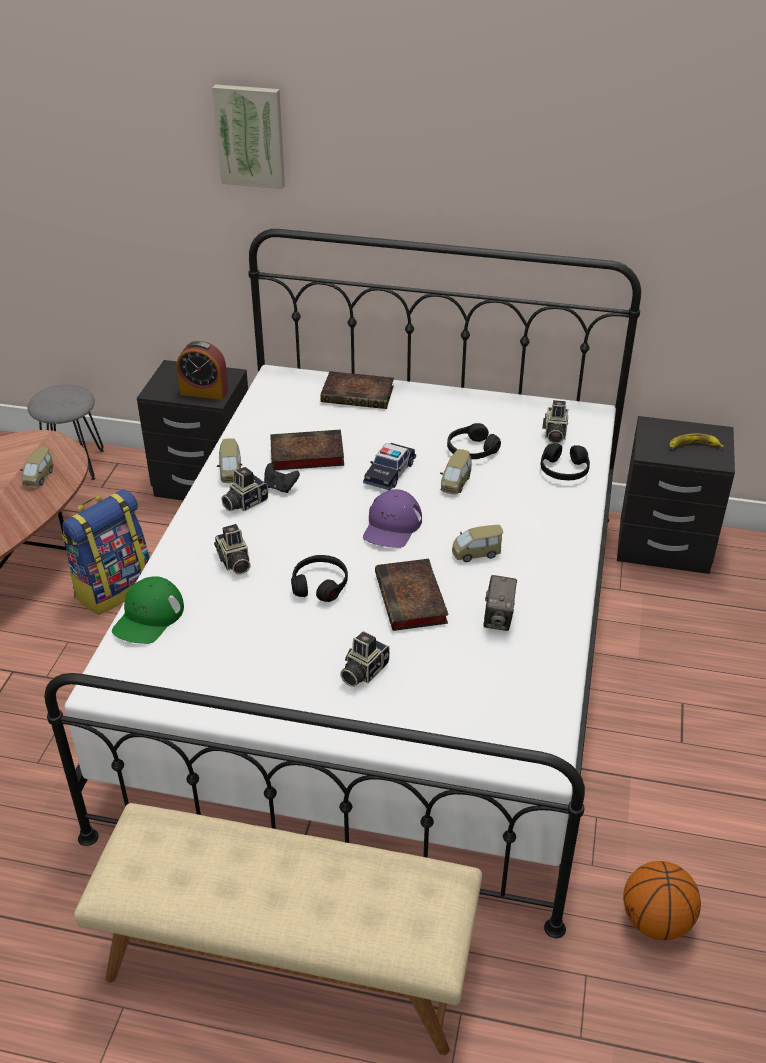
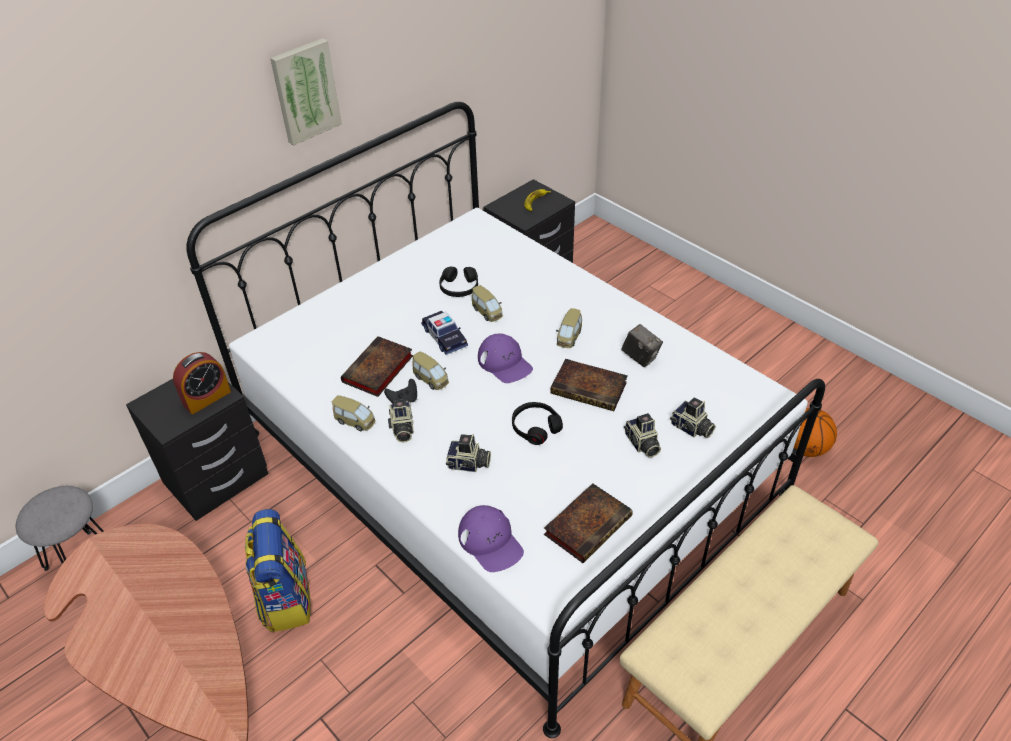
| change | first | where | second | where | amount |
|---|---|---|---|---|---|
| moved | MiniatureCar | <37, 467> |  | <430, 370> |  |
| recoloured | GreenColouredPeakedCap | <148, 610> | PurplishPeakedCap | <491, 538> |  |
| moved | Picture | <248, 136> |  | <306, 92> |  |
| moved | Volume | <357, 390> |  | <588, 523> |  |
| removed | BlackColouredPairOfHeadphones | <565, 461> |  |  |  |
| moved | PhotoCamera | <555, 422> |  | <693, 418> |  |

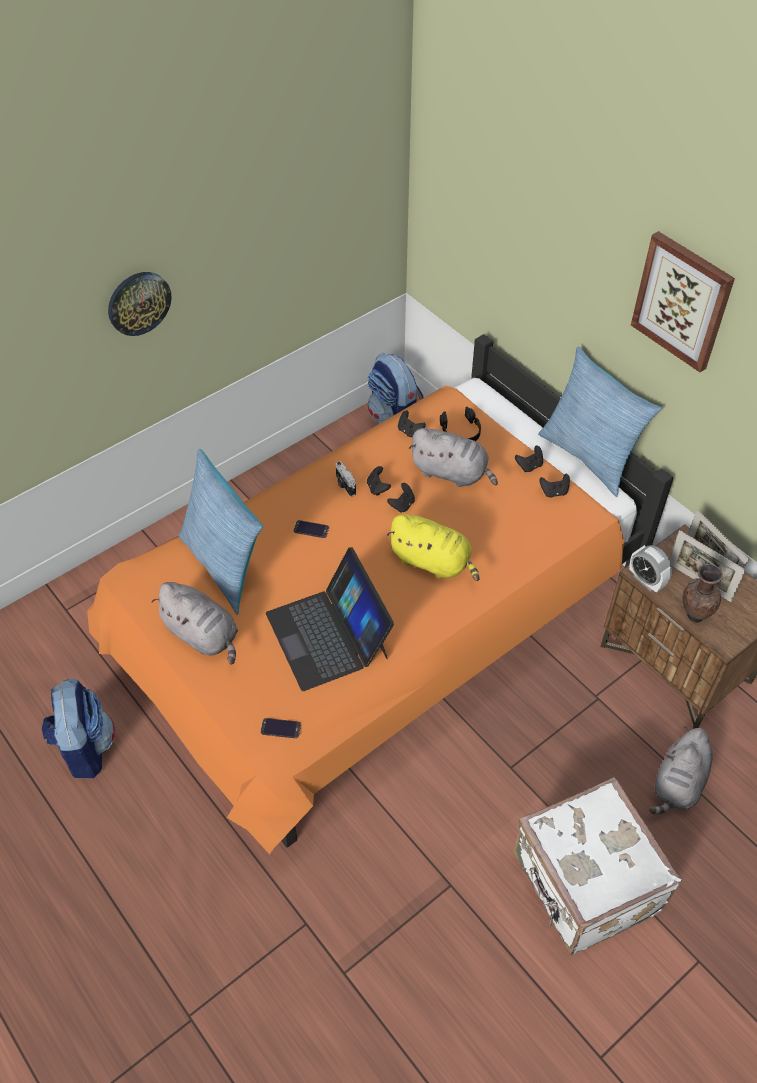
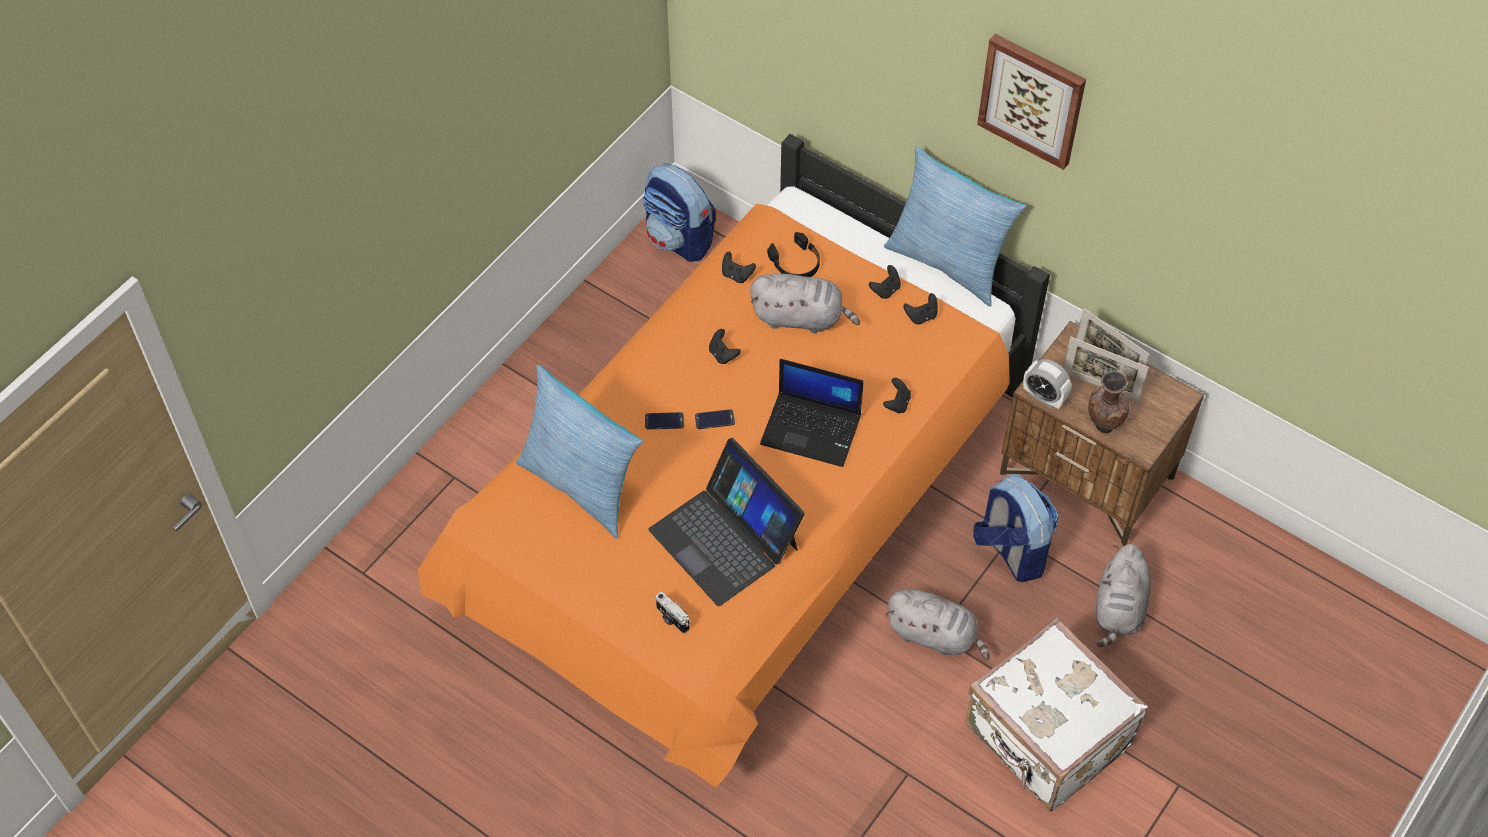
| change | first | where | second | where | amount |
|---|---|---|---|---|---|
| moved | Knapsack | <78, 728> |  | <1016, 528> |  |
| removed | WallClock | <140, 304> |  |  |  |
| moved | GreyishCuddlyToy | <194, 623> |  | <938, 625> |  |
| moved | Handset | <280, 728> |  | <715, 419> |  |
| moved | PhotoCamera | <345, 479> |  | <672, 612> |  |
| moved | BlackColouredJoypad | <401, 498> |  | <897, 396> |  |
| replaced | YellowCuddlyToy | <433, 547> | NotebookComputer | <812, 413> |  |

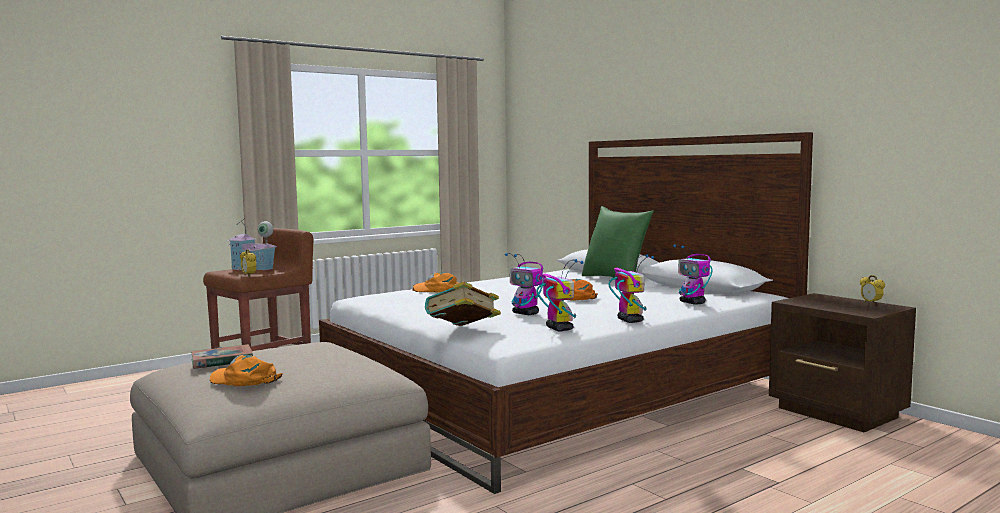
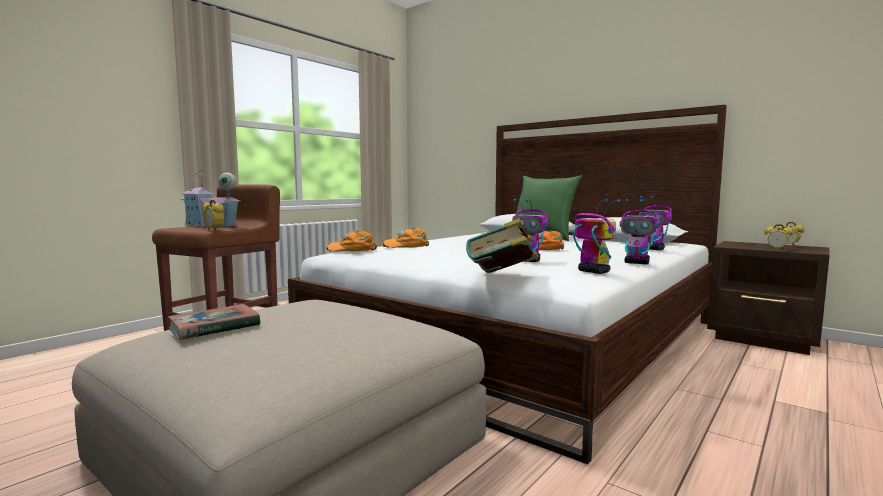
| change | first | where | second | where | amount |
|---|---|---|---|---|---|
| moved | OrangeyPeakedCap | <246, 370> |  | <352, 241> |  |
| turned | ToyRobot | <631, 288> |  | <640, 231> | 150 degrees clockwise |
| added |  |  | TableClock | <778, 237> |  |

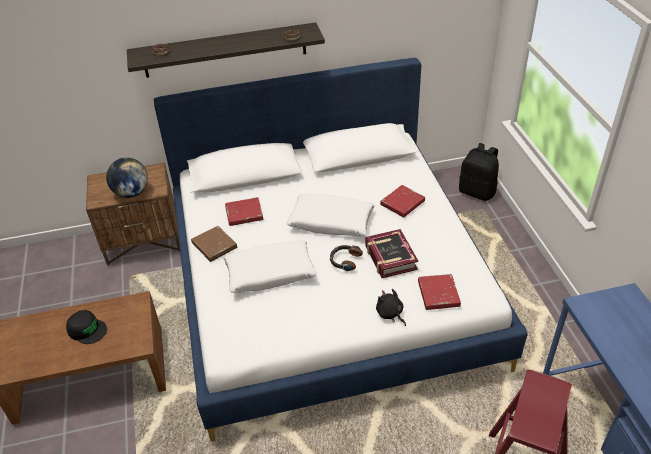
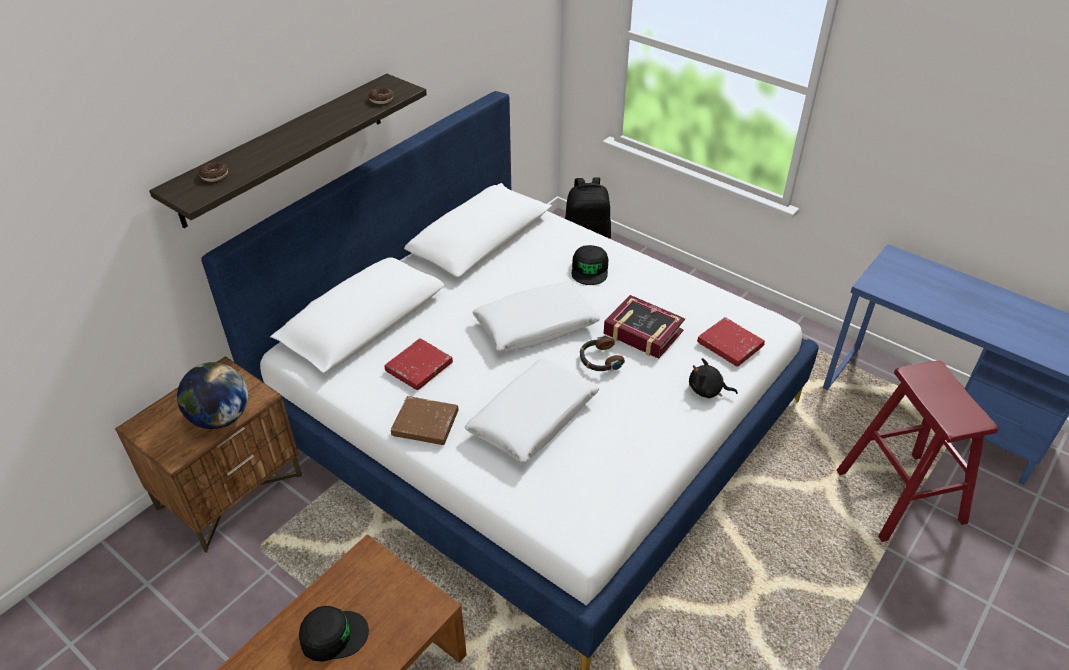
| change | first | where | second | where | amount |
|---|---|---|---|---|---|
| replaced | ReddishVolume | <402, 201> | BlackColouredPeakedCap | <590, 265> |  |

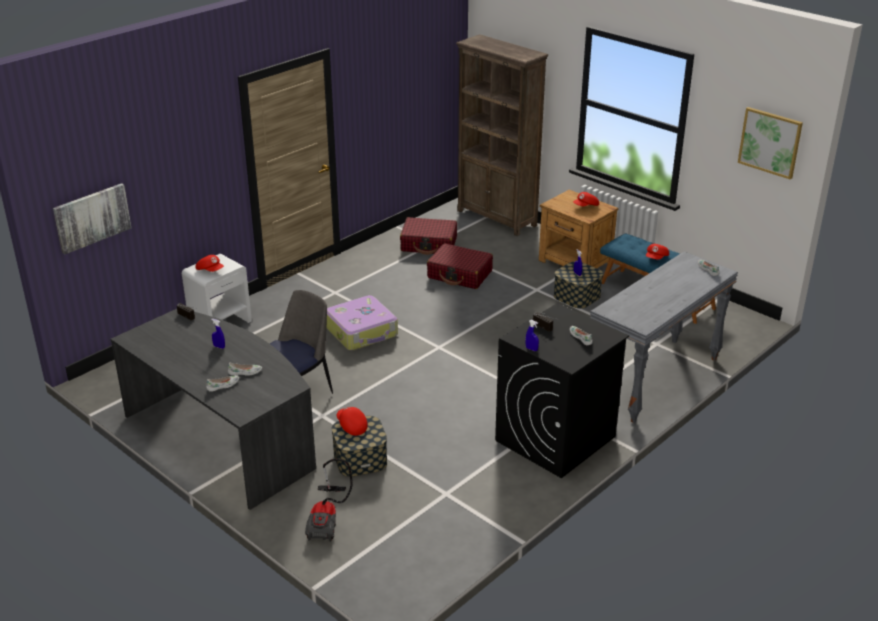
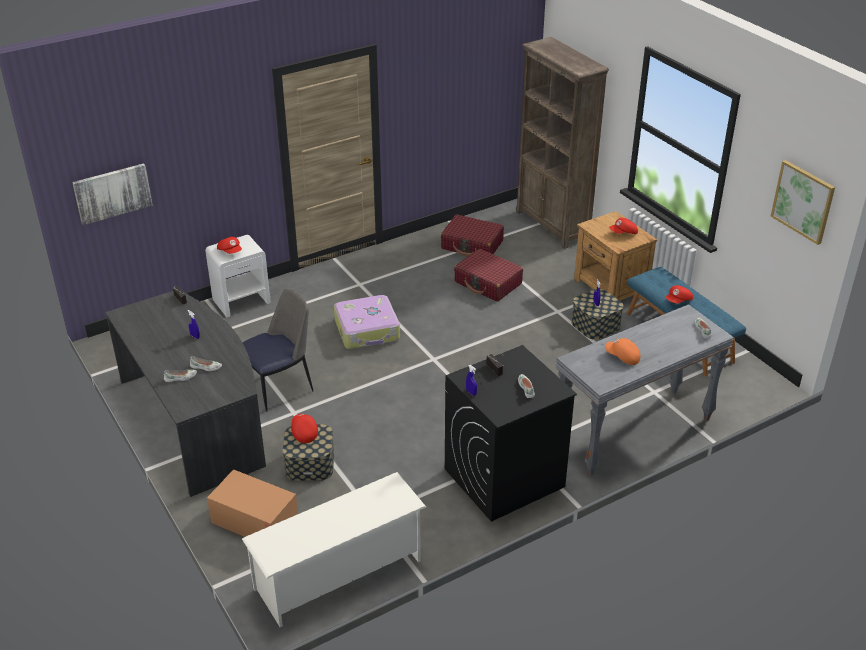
| change | first | where | second | where | amount |
|---|---|---|---|---|---|
| replaced | Vacuum | <329, 500> | PackingBox | <252, 503> |  |
| added |  |  | WhiteColouredShoeShelf | <334, 549> |  |
| added |  |  | OrangeyPeakedCap | <622, 351> |  |

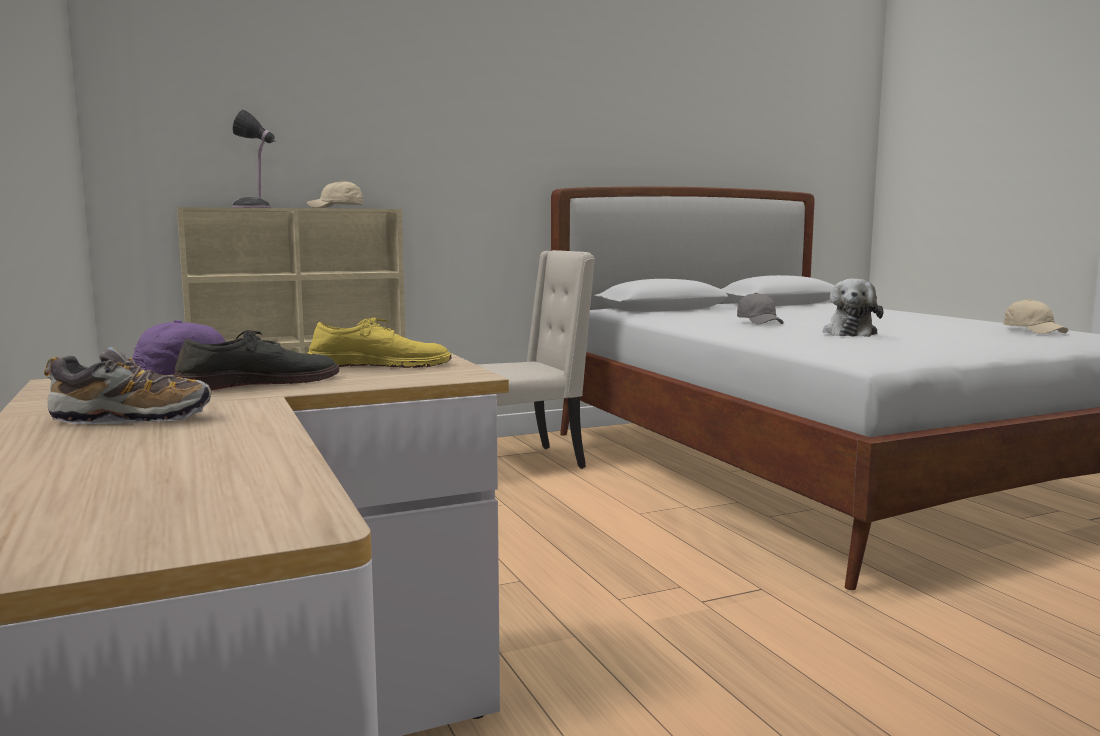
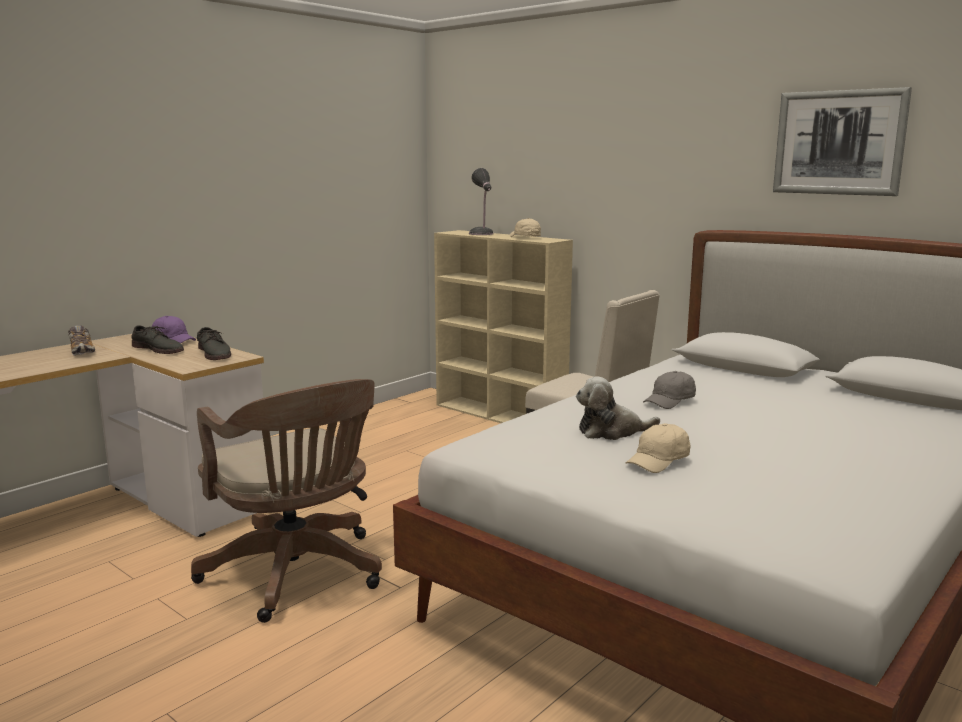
| change | first | where | second | where | amount |
|---|---|---|---|---|---|
| recoloured | YellowLowShoe | <379, 343> | GreyishLowShoe | <214, 343> |  |
| moved | SandColouredPeakedCap | <1035, 316> |  | <658, 448> |  |
| added |  |  | BrownColouredComputerChair | <286, 501> |  |
| added |  |  | Picture | <842, 141> |  |

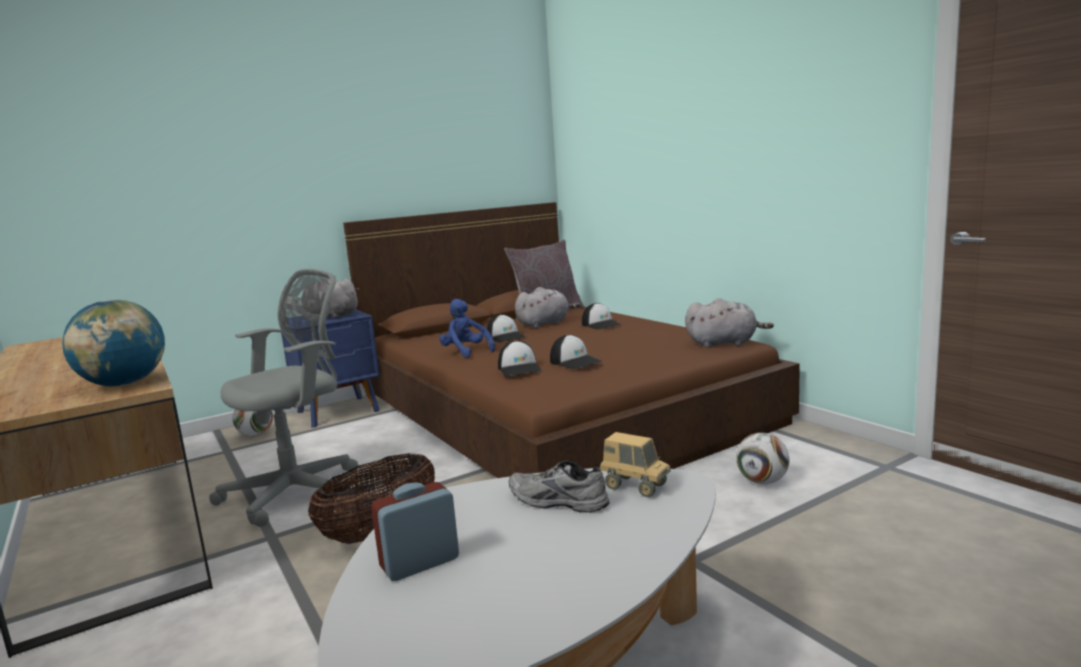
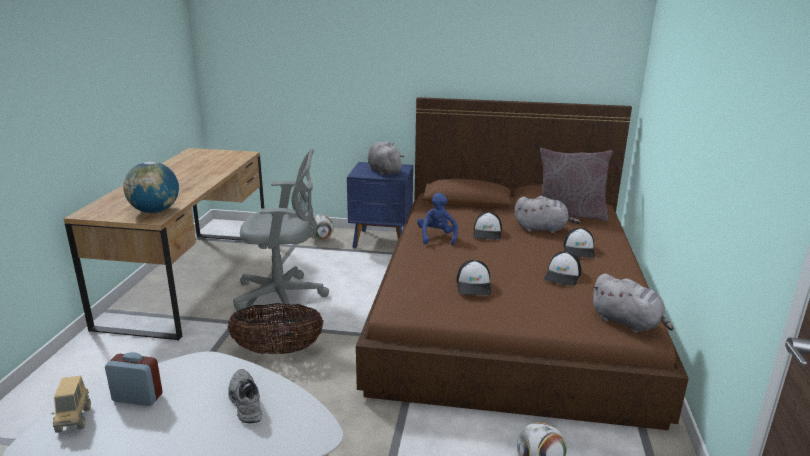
| change | first | where | second | where | amount |
|---|---|---|---|---|---|
| moved | PeakedCap | <520, 358> |  | <562, 269> |  |
| moved | ToyTruck | <635, 464> |  | <71, 404> |  |

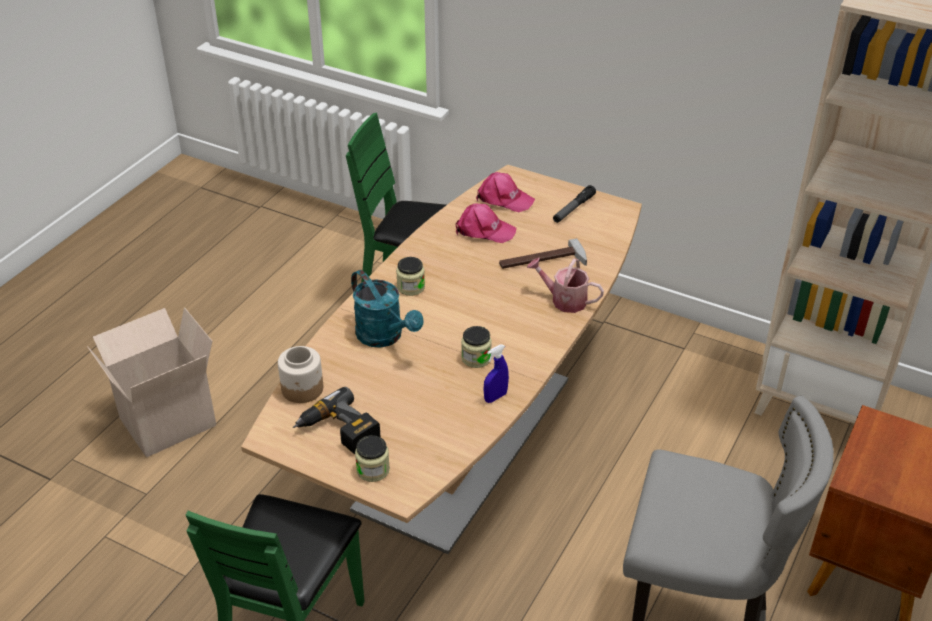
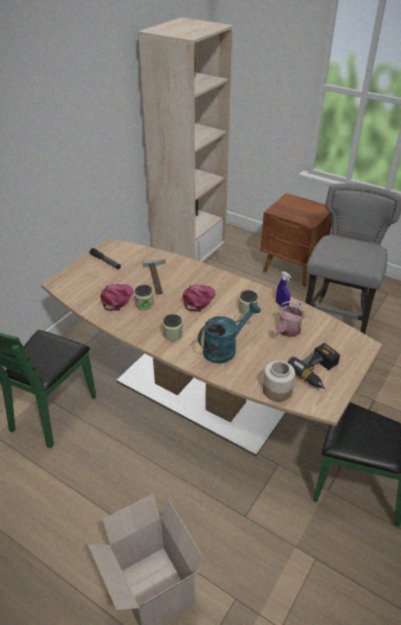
| change | first | where | second | where | amount |
|---|---|---|---|---|---|
| moved | StorageJar | <372, 458> |  | <144, 297> |  |
| moved | PinkishPeakedCap | <505, 192> |  | <199, 298> |  |
| moved | WateringCan | <565, 285> |  | <290, 319> |  |

